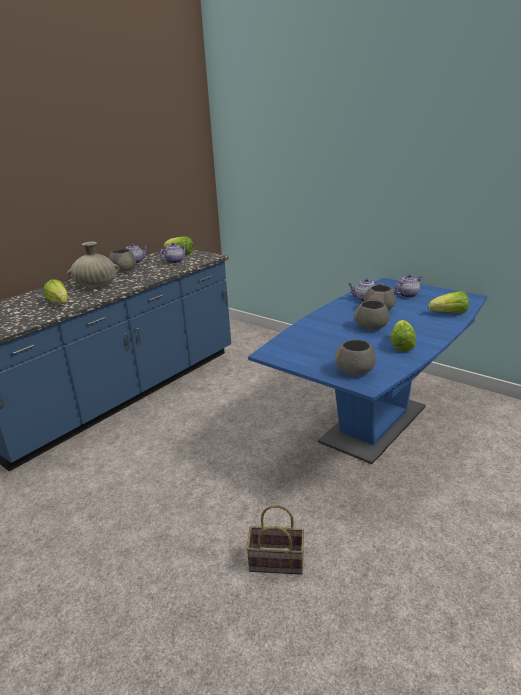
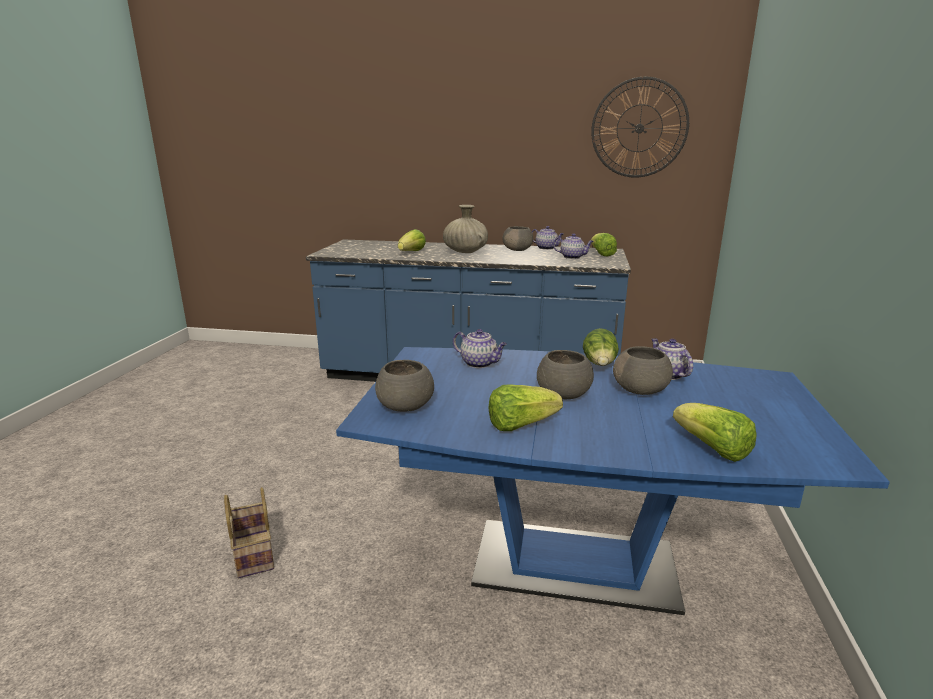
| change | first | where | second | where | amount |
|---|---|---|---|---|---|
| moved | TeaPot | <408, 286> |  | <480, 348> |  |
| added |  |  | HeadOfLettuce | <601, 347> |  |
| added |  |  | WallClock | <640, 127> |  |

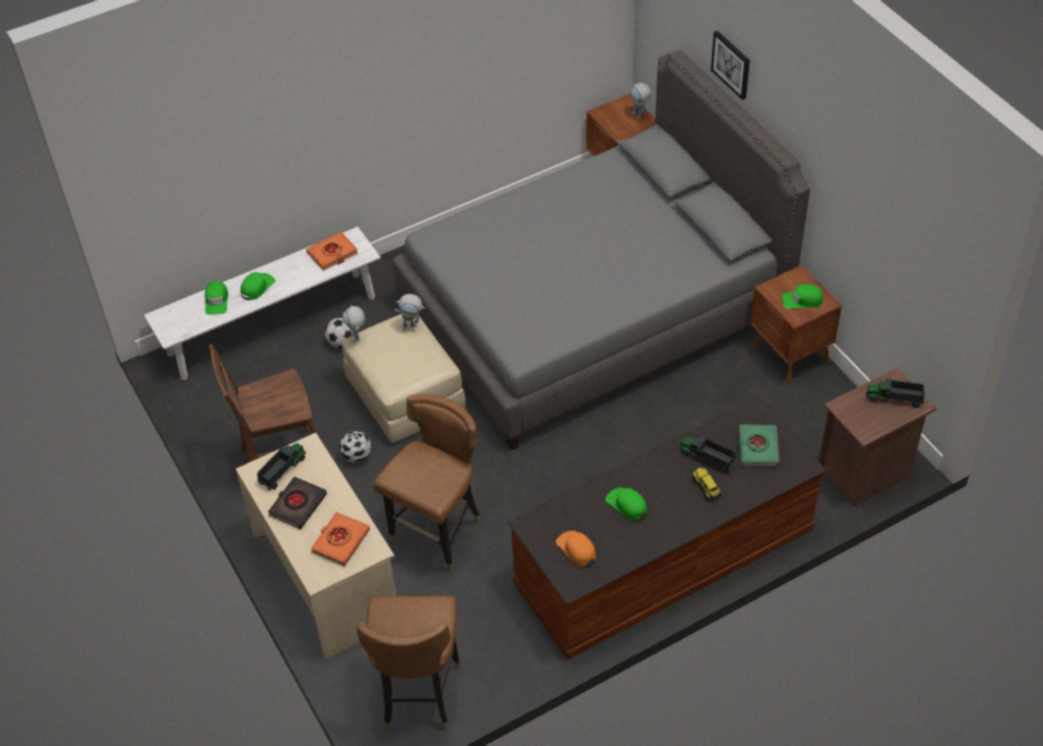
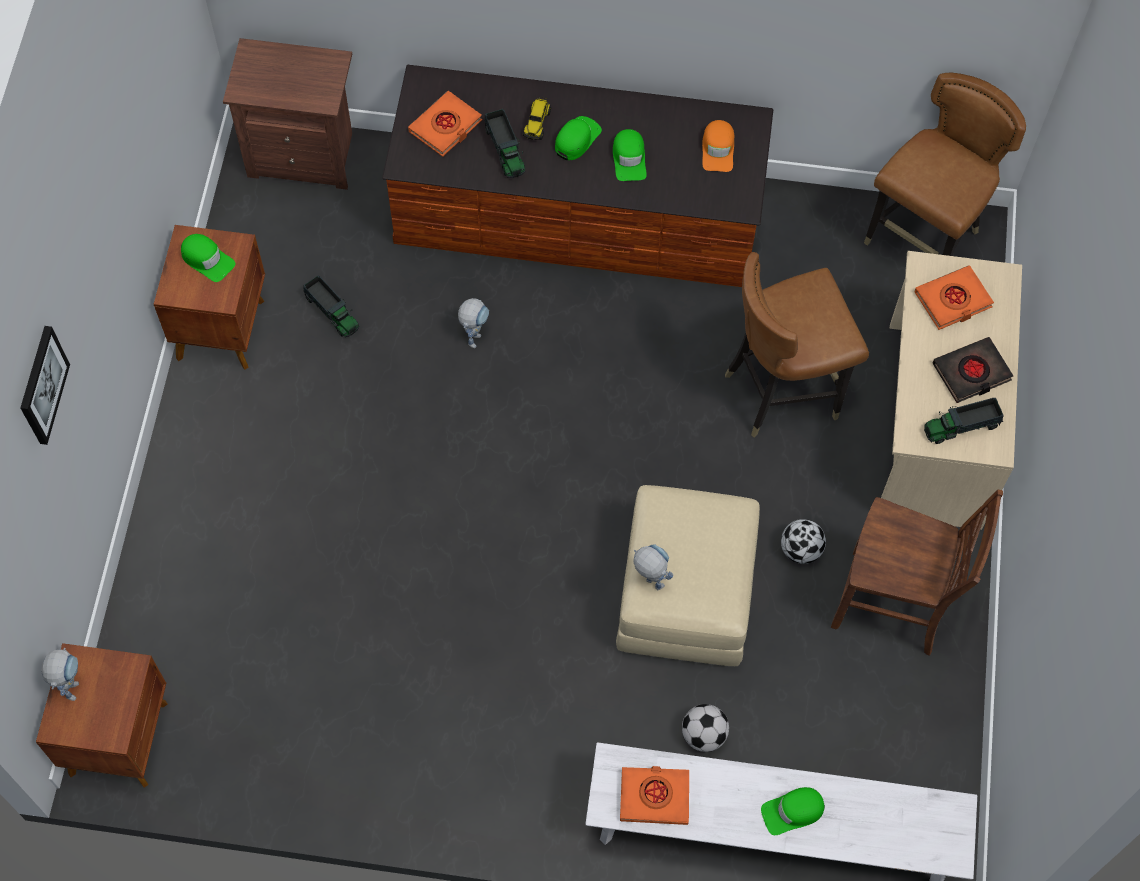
| change | first | where | second | where | amount |
|---|---|---|---|---|---|
| moved | GreenColouredPeakedCap | <216, 298> |  | <578, 138> |  |
| moved | ToyRobot | <353, 323> |  | <473, 323> |  |
| removed | GreyishBedroomBed | <601, 250> |  |  |  |
| recoloured | GreenColouredVolume | <759, 446> | OrangeyVolume | <445, 124> |  |
| moved | ToyTruck | <896, 393> |  | <331, 306> |  |

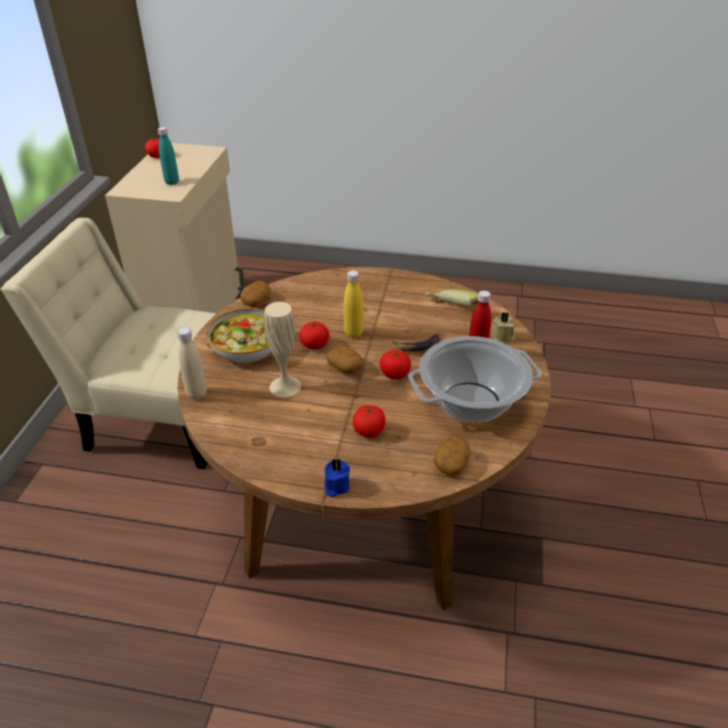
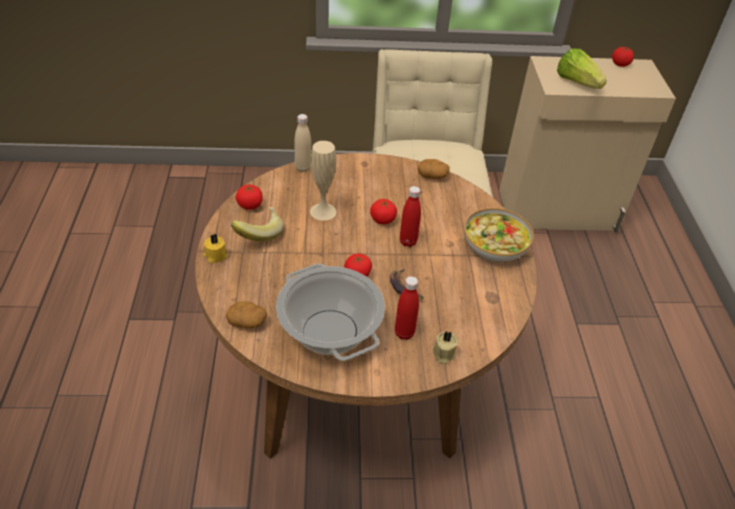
| change | first | where | second | where | amount |
|---|---|---|---|---|---|
| replaced | TurquoiseColouredDrinkBottle | <168, 156> | HeadOfLettuce | <581, 69> |  |
| moved | Bowl | <239, 335> |  | <499, 235> |  |
| recoloured | BlueWaxCandle | <337, 477> | YellowWaxCandle | <215, 248> |  |
| removed | Potato | <345, 359> |  |  |  |
| recoloured | YellowDrinkBottle | <353, 304> | ReddishDrinkBottle | <410, 216> |  |
| moved | Tomato | <369, 421> |  | <249, 197> |  |
| moved | Banana | <451, 298> |  | <257, 224> |  |

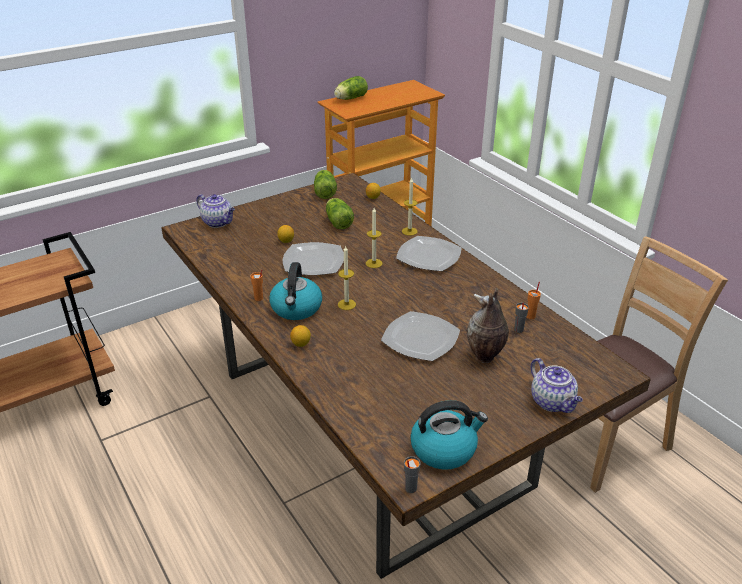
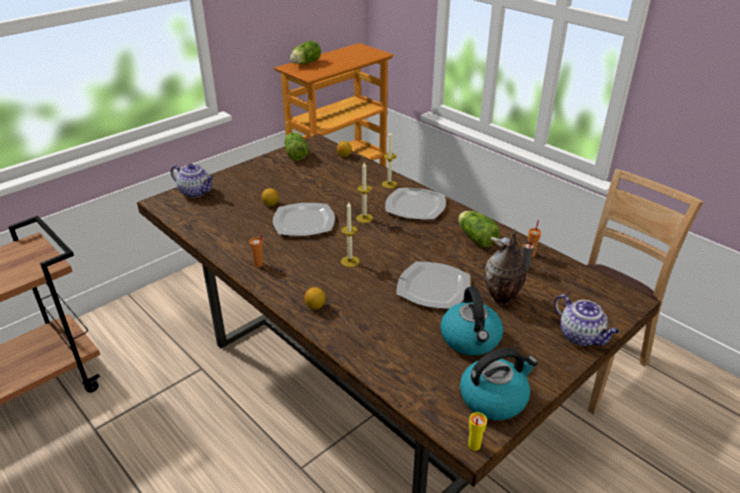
| change | first | where | second | where | amount |
|---|---|---|---|---|---|
| moved | Kettle | <295, 291> |  | <471, 321> |  |
| moved | HeadOfLettuce | <340, 213> |  | <479, 229> |  |
| recoloured | GreyishDrinkingCup | <412, 474> | YellowDrinkingCup | <477, 431> |  |

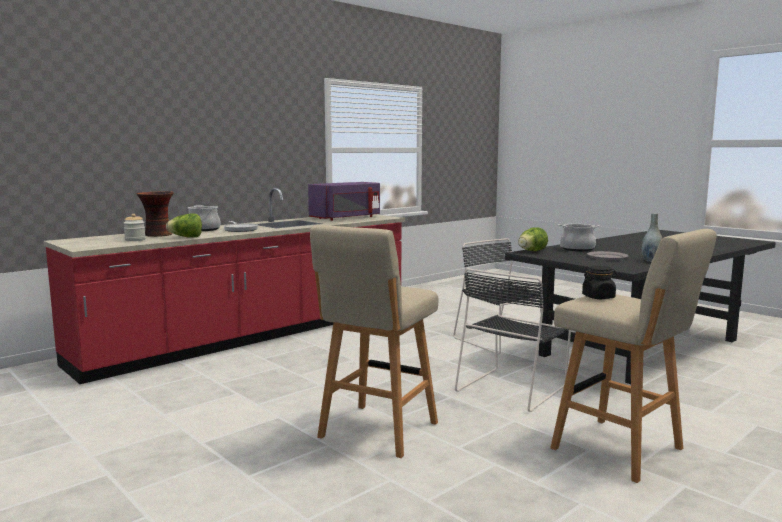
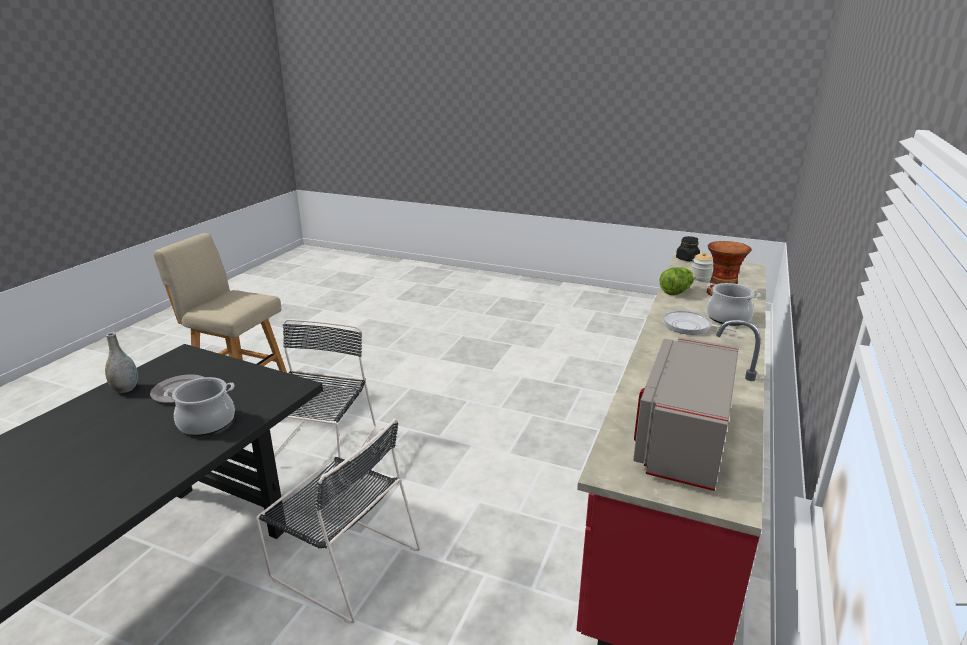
| change | first | where | second | where | amount |
|---|---|---|---|---|---|
| recoloured | PurplishKitchenMicrowave | <344, 201> | GreyishKitchenMicrowave | <686, 414> |  |
| removed | SandColouredStoolSeat | <374, 341> |  |  |  |
| removed | HeadOfLettuce | <533, 239> |  |  |  |
| moved | BlackColouredStorageJar | <599, 282> |  | <688, 248> |  |

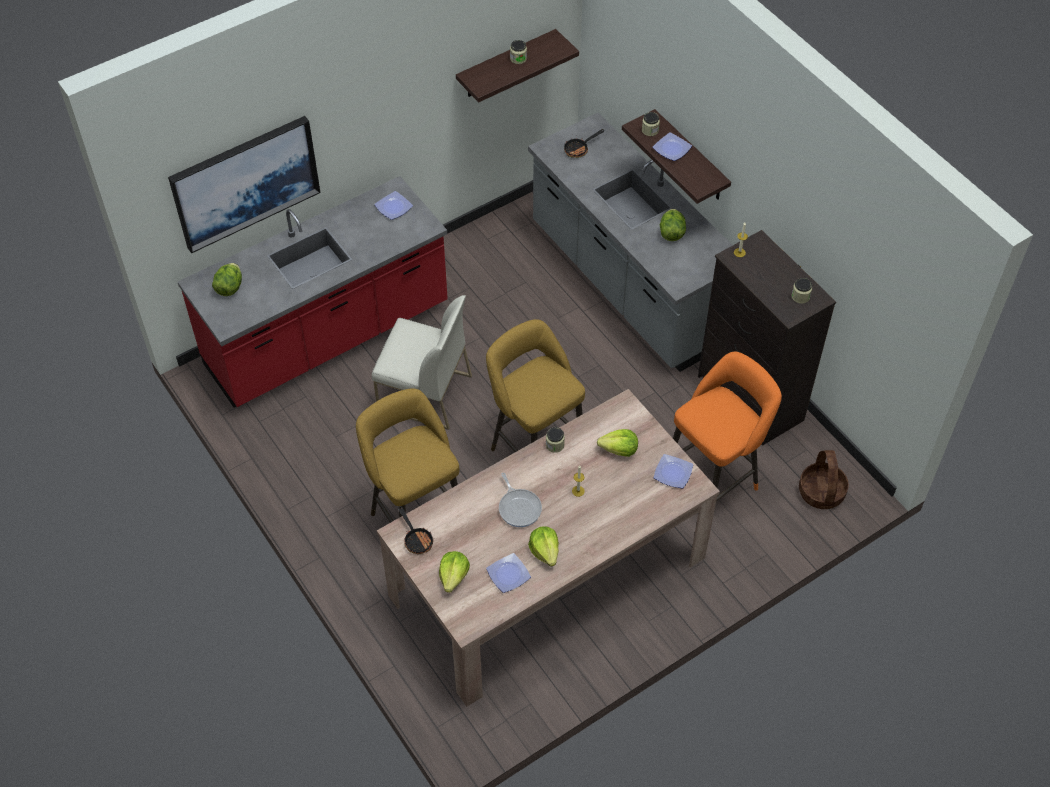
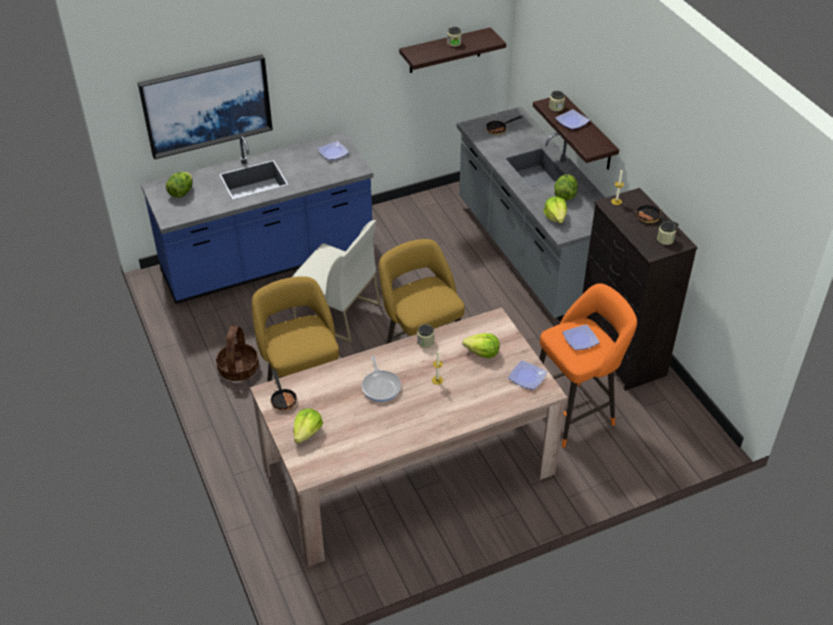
| change | first | where | second | where | amount |
|---|---|---|---|---|---|
| recoloured | ReddishCounter | <313, 291> | BlueCounter | <257, 218> |  |
| moved | Plate | <508, 573> |  | <581, 337> |  |
| moved | HeadOfLettuce | <543, 546> |  | <555, 209> |  |
| moved | Basket | <824, 479> |  | <237, 353> |  |
| added |  |  | Pan | <657, 215> |  |

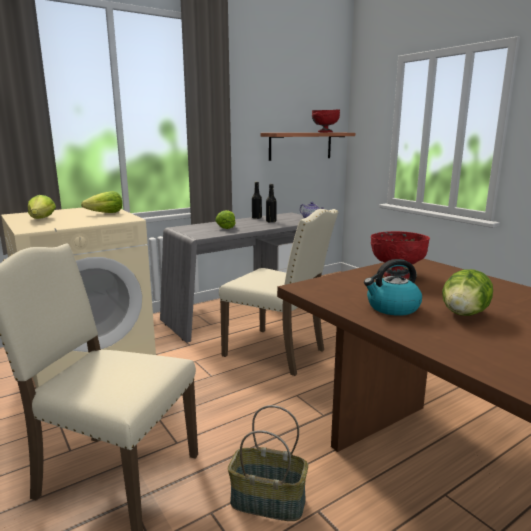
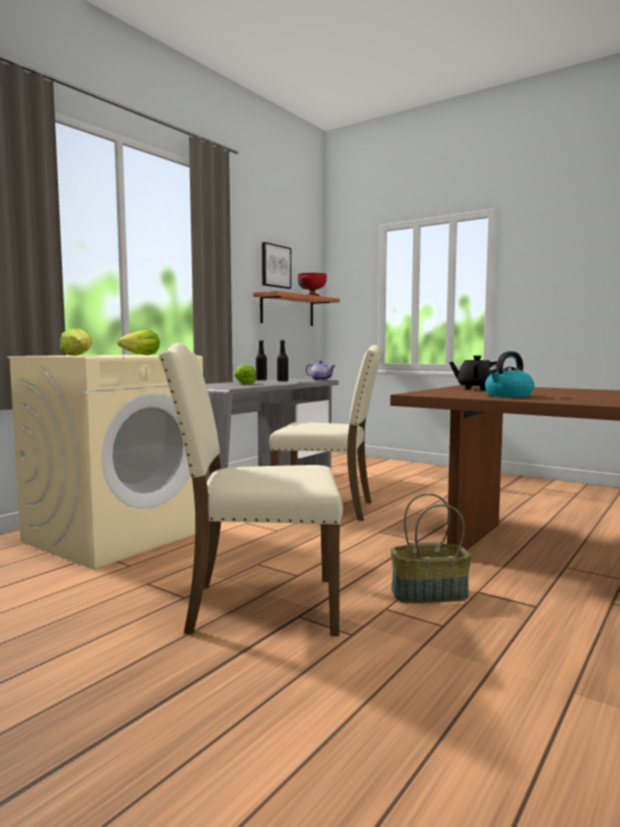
| change | first | where | second | where | amount |
|---|---|---|---|---|---|
| replaced | ReddishBowl | <400, 255> | BlackColouredTeaPot | <473, 372> |  |
| removed | HeadOfLettuce | <467, 292> |  |  |  |
| added |  |  | Picture | <276, 265> |  |

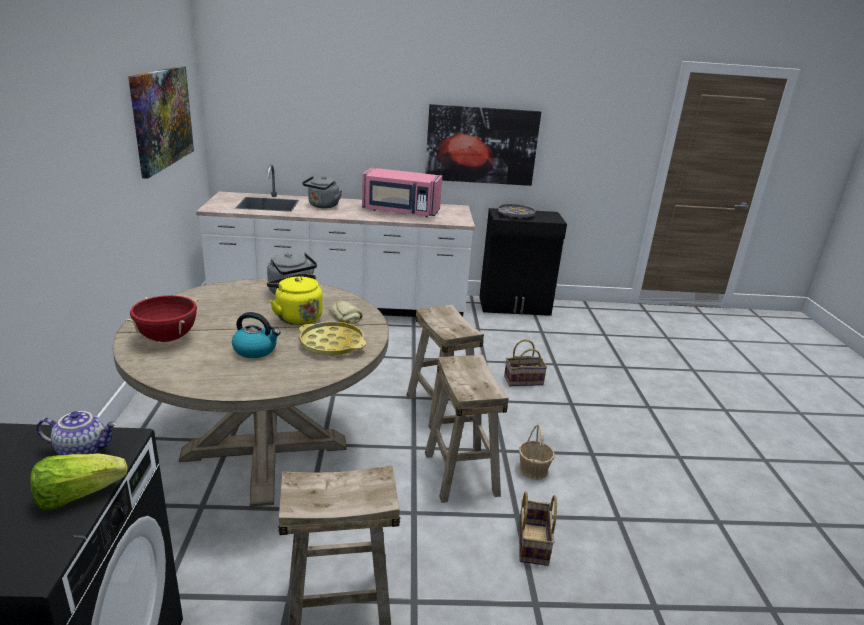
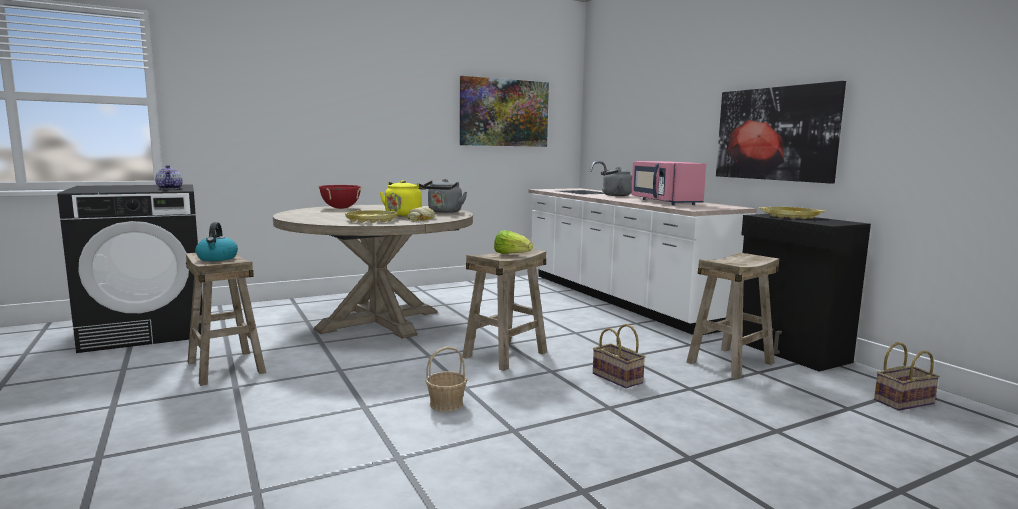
| change | first | where | second | where | amount |
|---|---|---|---|---|---|
| moved | HeadOfLettuce | <79, 481> |  | <513, 242> |  |
| moved | Kettle | <256, 335> |  | <216, 241> |  |
| moved | SandColouredStoolSeat | <467, 429> |  | <732, 315> |  |
| recoloured | GreyishCarryingTray | <517, 211> | YellowCarryingTray | <792, 213> |  |
| moved | Basket | <538, 529> |  | <907, 376> |  |

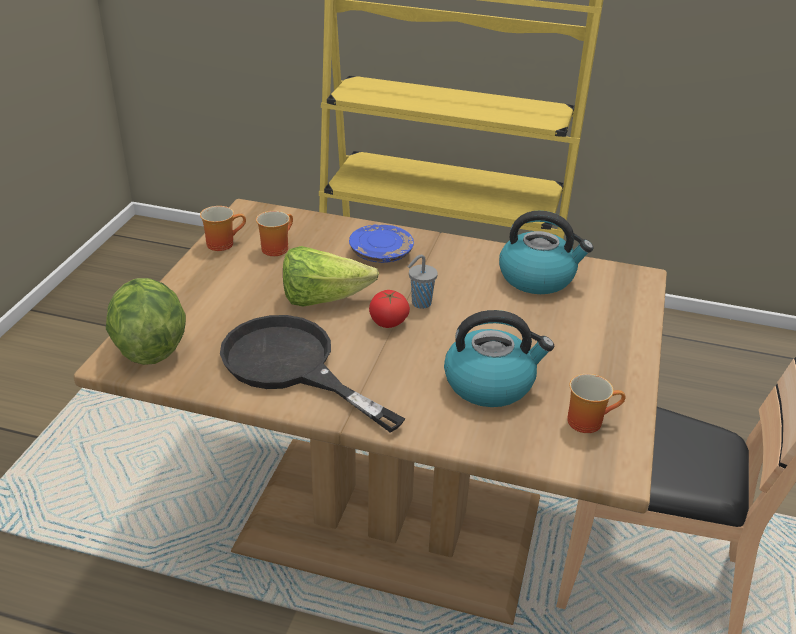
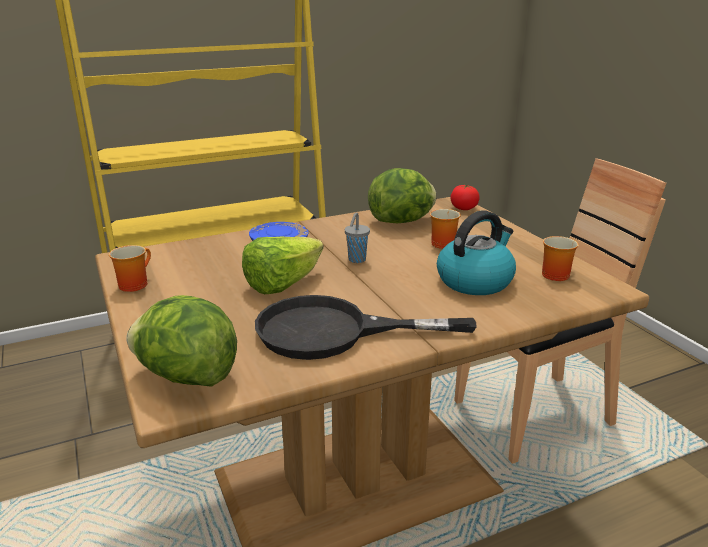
| change | first | where | second | where | amount |
|---|---|---|---|---|---|
| moved | TeaMug | <274, 233> |  | <445, 229> |  |
| moved | Tomato | <389, 309> |  | <465, 197> |  |
| replaced | Kettle | <546, 252> | HeadOfLettuce | <402, 195> |  |

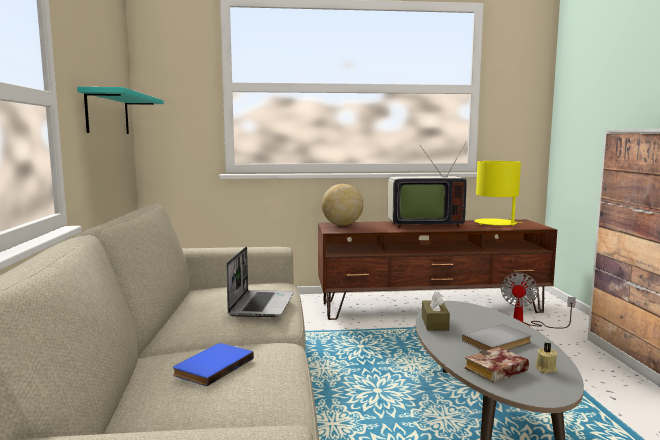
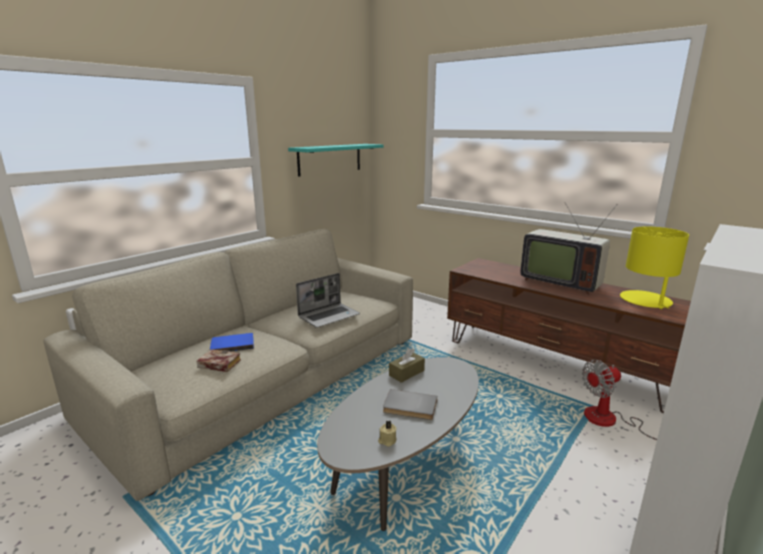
| change | first | where | second | where | amount |
|---|---|---|---|---|---|
| removed | Globe | <342, 205> |  |  |  |
| moved | Volume | <497, 365> |  | <219, 360> |  |

